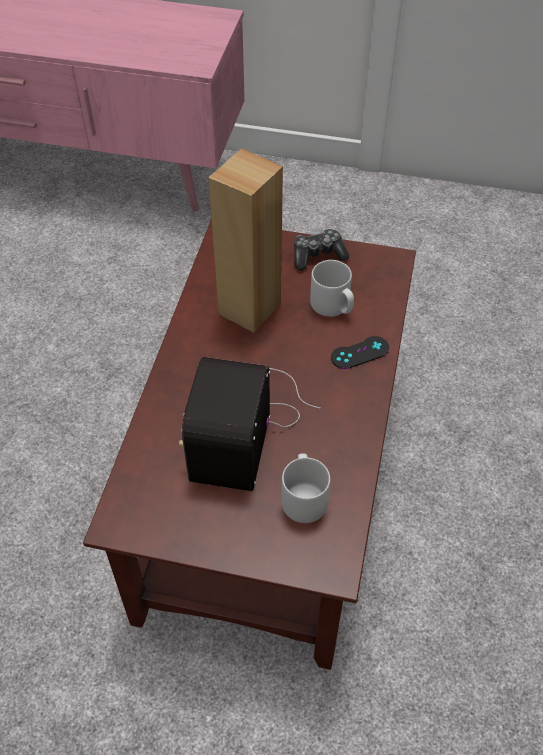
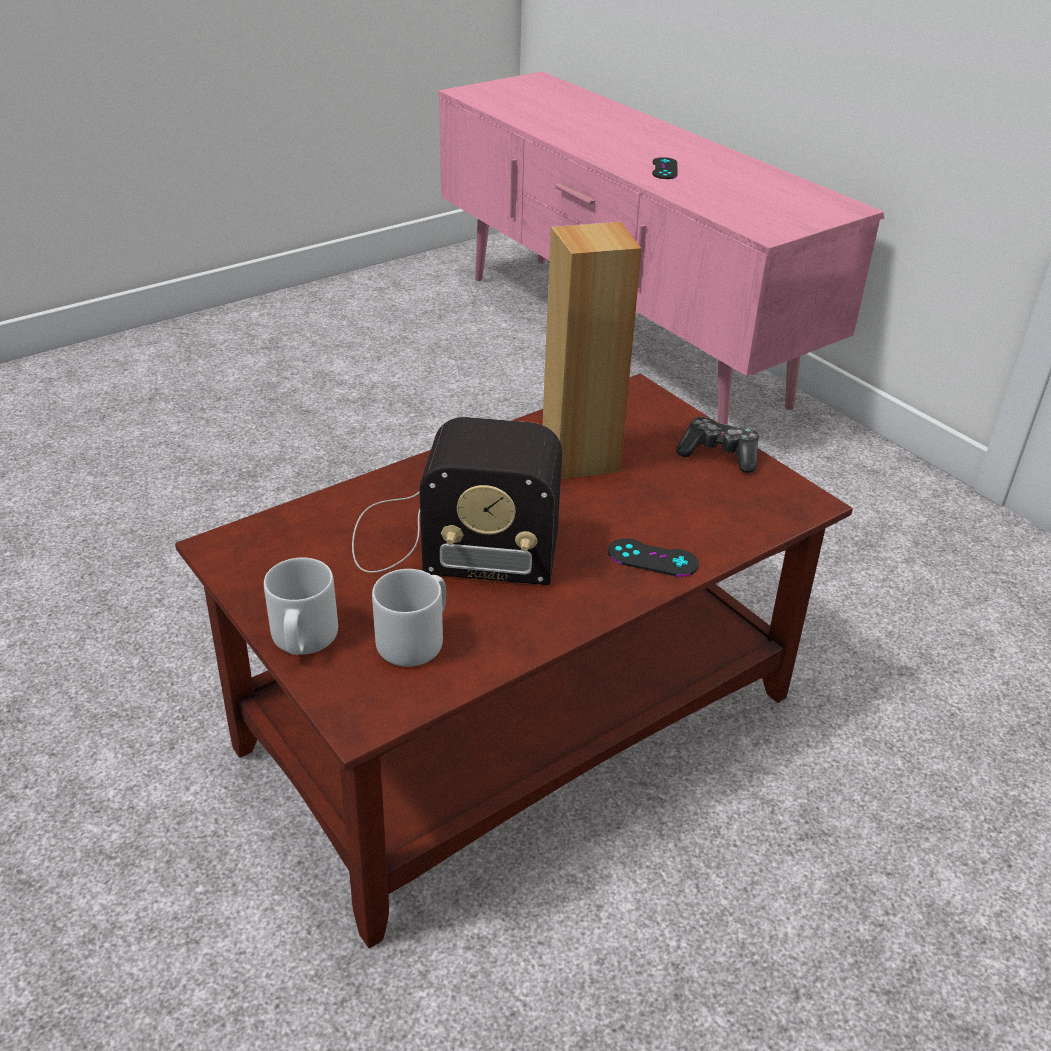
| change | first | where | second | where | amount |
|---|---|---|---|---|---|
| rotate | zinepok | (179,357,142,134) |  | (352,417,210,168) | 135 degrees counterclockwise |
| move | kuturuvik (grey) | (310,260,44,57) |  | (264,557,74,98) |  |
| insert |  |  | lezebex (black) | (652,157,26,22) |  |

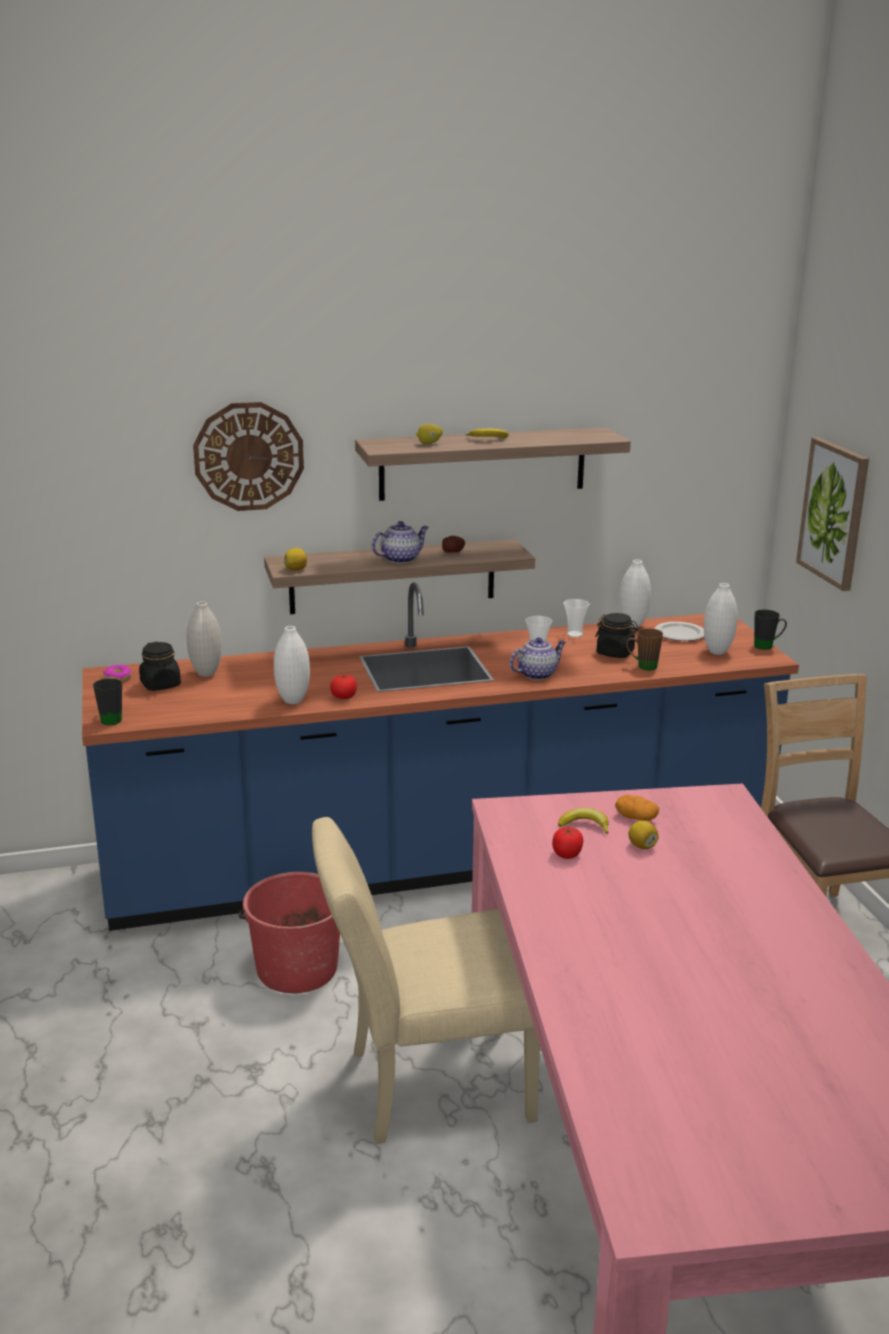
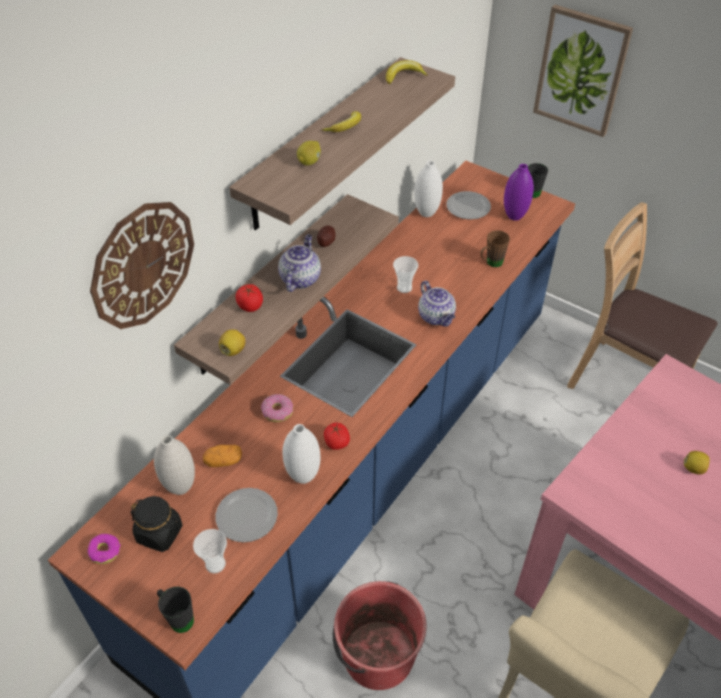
| change | first | where | second | where | amount |
|---|---|---|---|---|---|
| rotate | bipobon | (510,637,56,43) |  | (418,281,38,46) | 135 degrees clockwise |
| move | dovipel | (552,827,31,32) |  | (236,284,27,28) |  |
| move | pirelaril | (558,808,51,27) |  | (386,60,42,24) |  |
| move | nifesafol | (564,599,25,38) |  | (193,529,34,45) |  |
| delete | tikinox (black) | (595,613,44,45) |  |  |  |
| move | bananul | (615,795,44,26) |  | (203,445,39,22) |  |
| recolor | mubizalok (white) | (704,583,34,72) | mubizalok (purple) | (504,164,30,57) |  |
| insert |  |  | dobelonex | (215,488,63,54) |  |
| insert |  |  | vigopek | (261,394,32,28) |  |

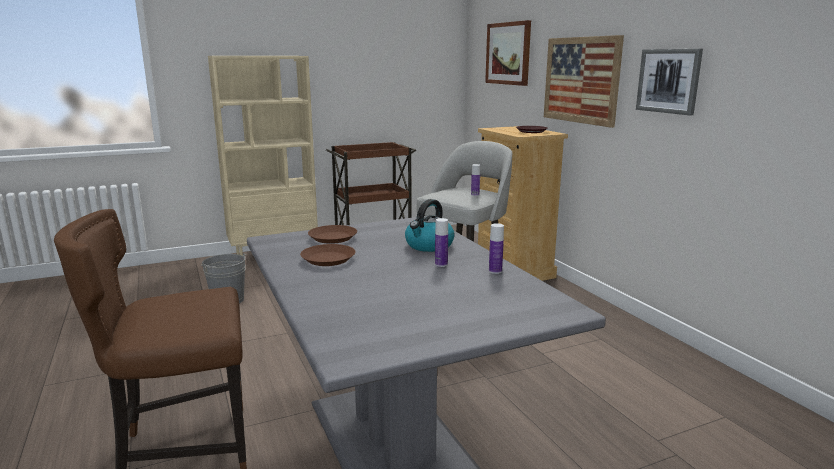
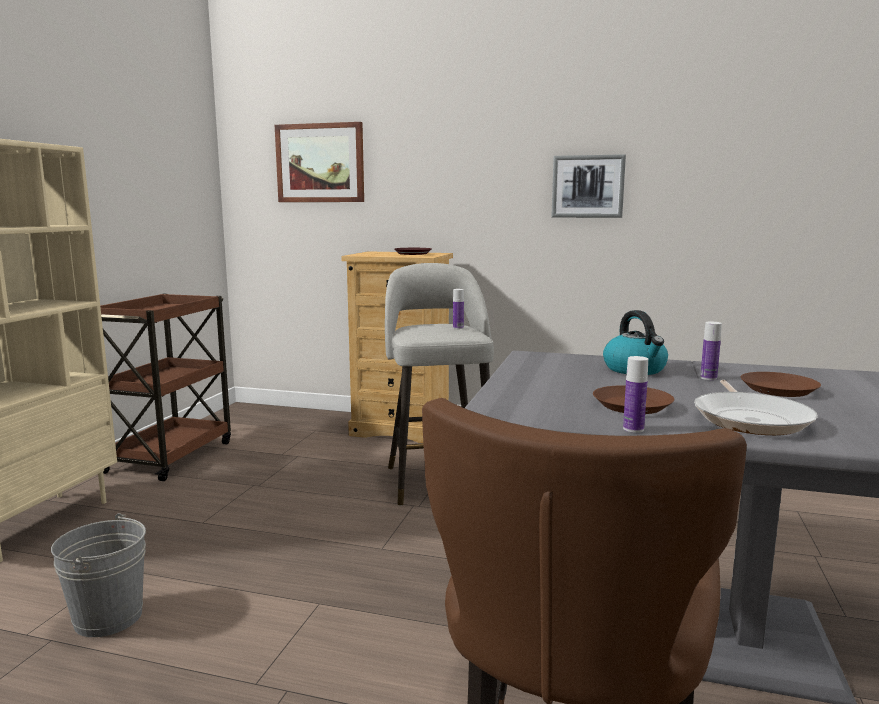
| change | first | where | second | where | amount |
|---|---|---|---|---|---|
| move | dobelonex (brown) | (308,225,49,19) |  | (741,372,80,25) |  |
| move | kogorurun | (489,223,15,51) |  | (623,356,25,77) |  |
| delete | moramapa | (544,35,80,93) |  |  |  |
| insert |  |  | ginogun | (694,380,124,55) |  |

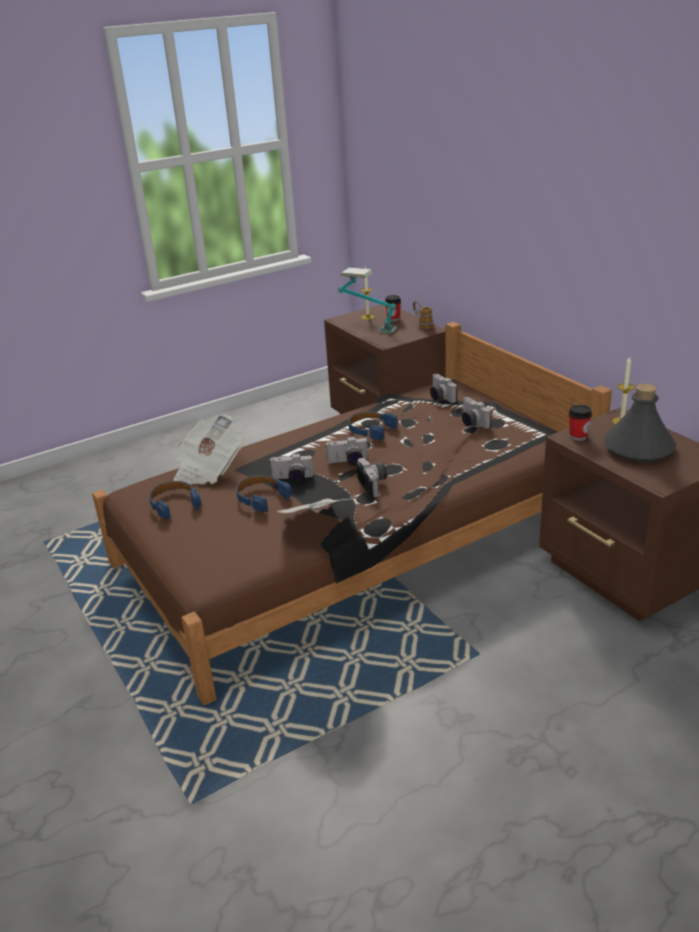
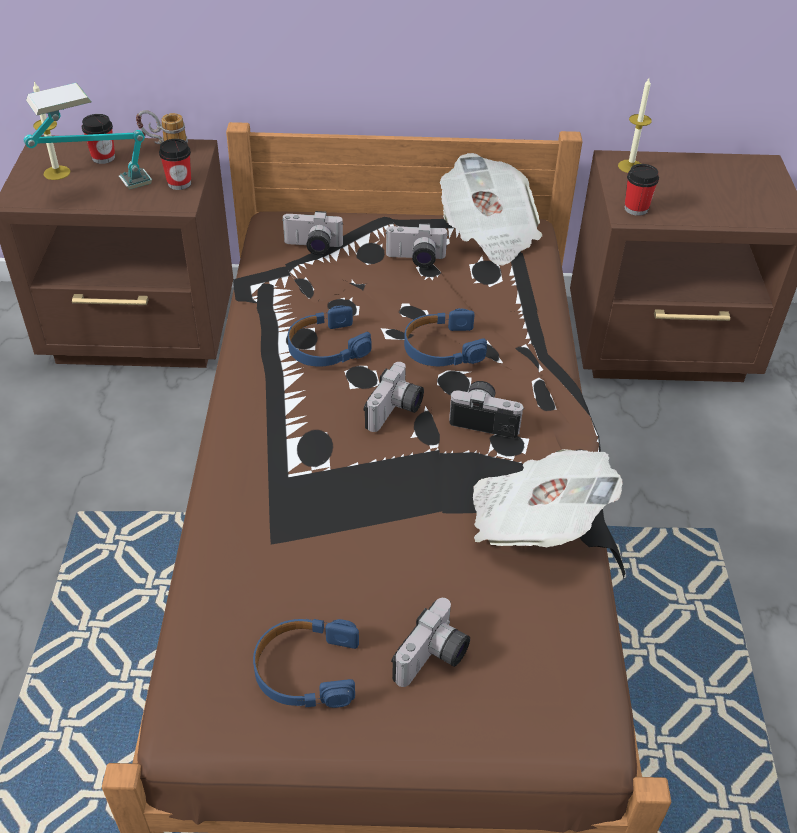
| change | first | where | second | where | amount |
|---|---|---|---|---|---|
| move | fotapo | (174,414,70,71) |  | (440,153,102,113) |  |
| move | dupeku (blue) | (236,475,56,37) |  | (404,308,83,58) |  |
| move | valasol | (269,453,45,30) |  | (391,598,79,89) |  |
| delete | kogorurun (grey) | (603,384,73,78) |  |  |  |
| insert |  |  | nifesafol | (159,139,32,51) |  |

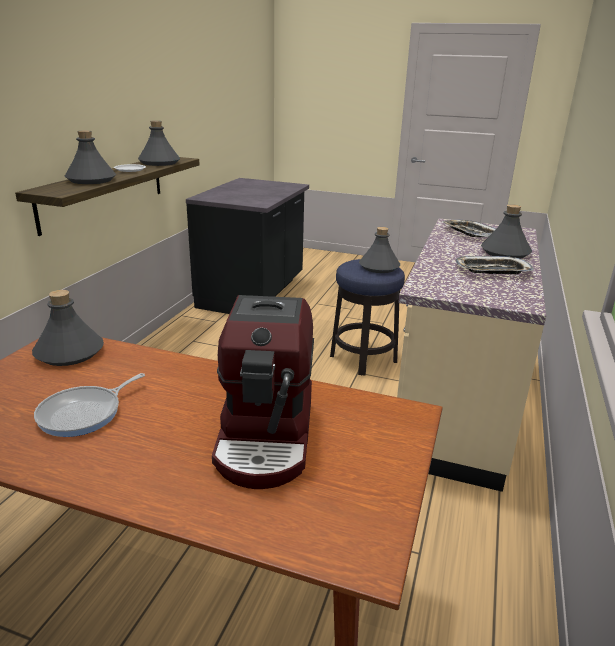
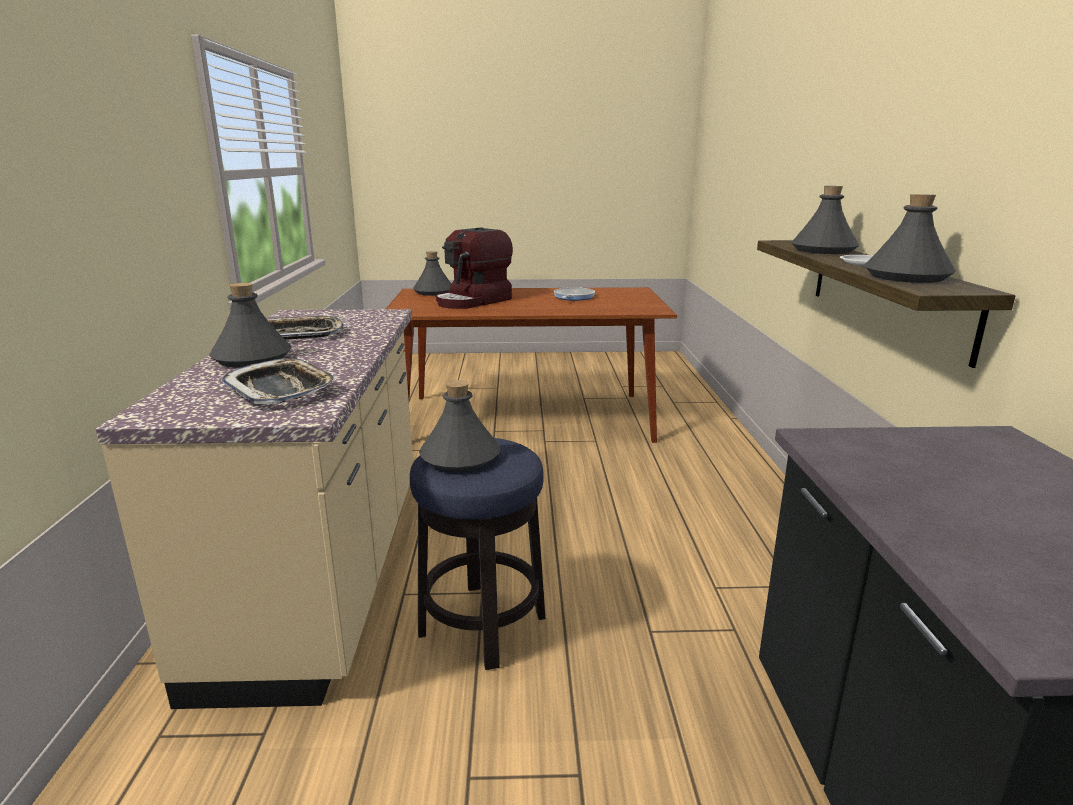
| change | first | where | second | where | amount |
|---|---|---|---|---|---|
| move | kogorurun (grey) | (32,290,72,76) |  | (413,251,38,45) |  |
| rotate | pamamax | (212,295,102,194) |  | (436,228,77,81) | 120 degrees counterclockwise |

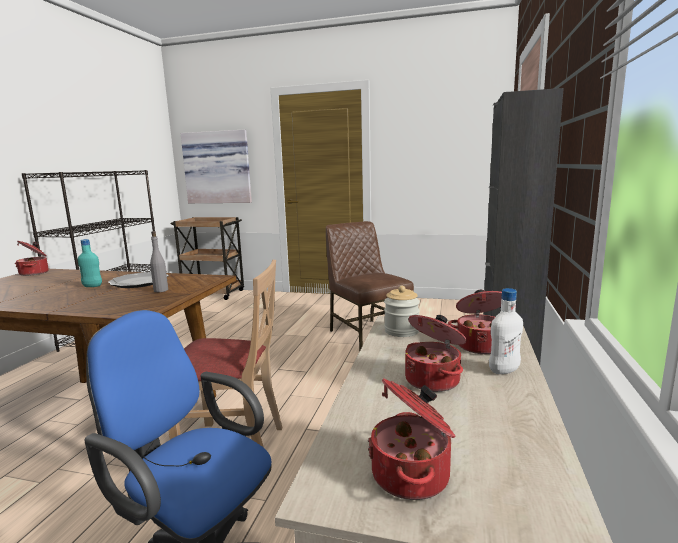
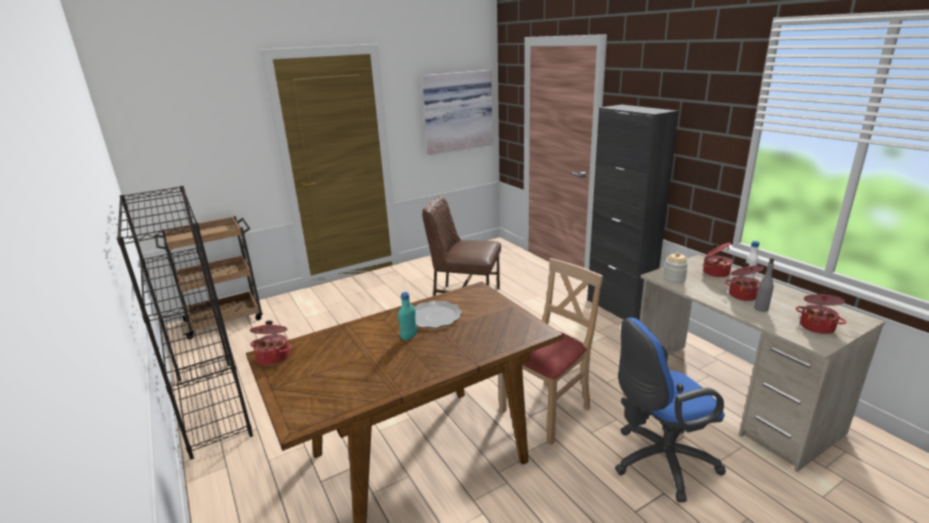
| change | first | where | second | where | amount |
|---|---|---|---|---|---|
| move | kogorurun (grey) | (150,231,18,61) |  | (754,258,20,54) |  |
| move | moramapa | (181,129,71,74) |  | (422,70,71,85) |  |

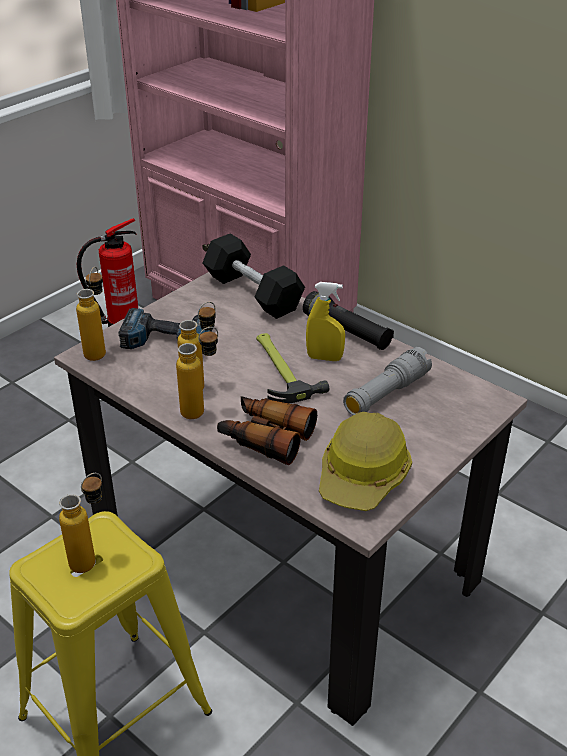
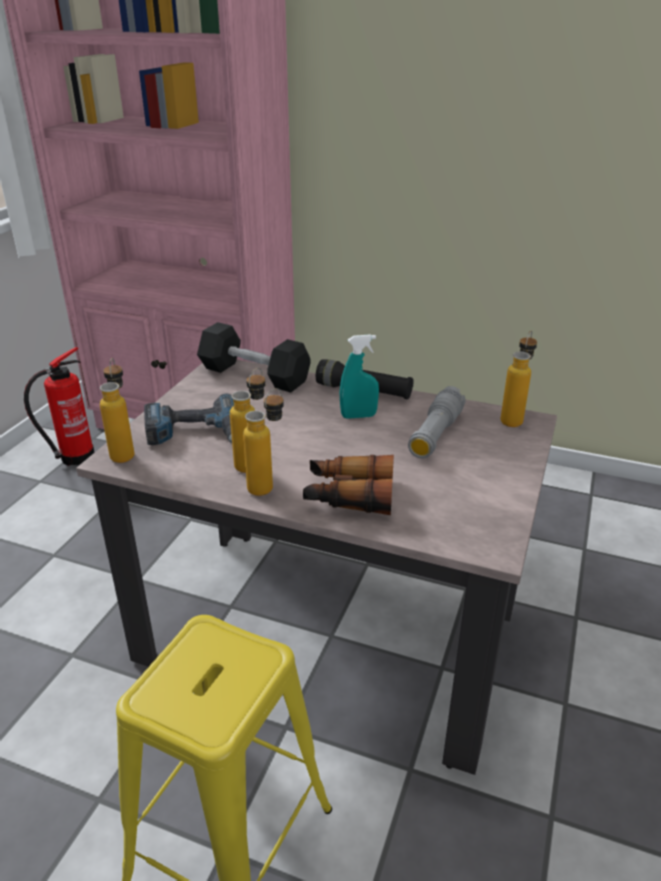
| change | first | where | second | where | amount |
|---|---|---|---|---|---|
| move | kogorurun | (59,473,43,100) |  | (500,331,37,96) |  |
| delete | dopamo | (256,333,73,70) |  |  |  |
| recolor | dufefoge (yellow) | (306,282,39,79) | dufefoge (turquoise) | (340,334,39,85) |  |
| delete | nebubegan | (319,412,93,99) |  |  |  |

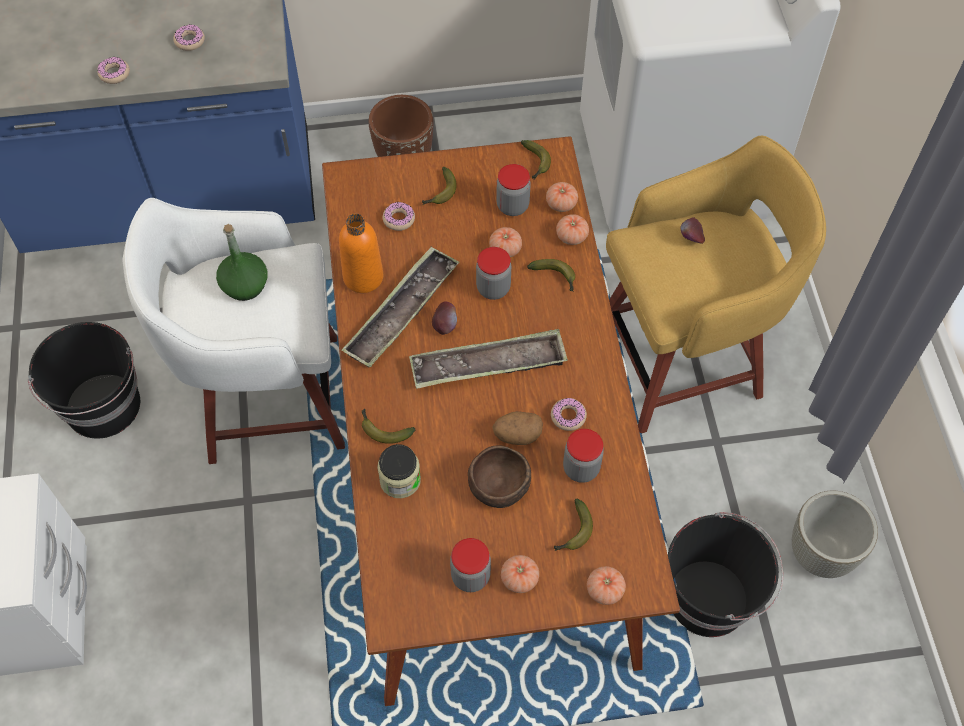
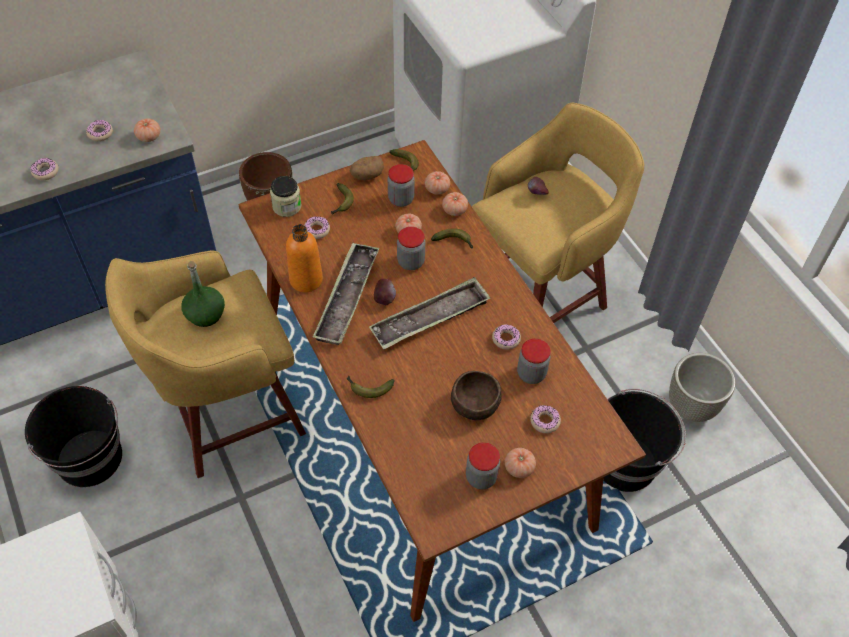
| change | first | where | second | where | amount |
|---|---|---|---|---|---|
| recolor | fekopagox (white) | (122,198,223,266) | fekopagox (yellow) | (105,250,201,228) |  |
| move | tikinox | (377,444,44,54) |  | (270,176,32,41) |  |
| move | bananul | (492,411,51,34) |  | (350,156,34,24) |  |
| replace | pirelaril | (554,499,39,52) | vigopek | (530,405,31,28) |  |
| move | dovipel | (587,566,39,39) |  | (134,118,27,24) |  |

